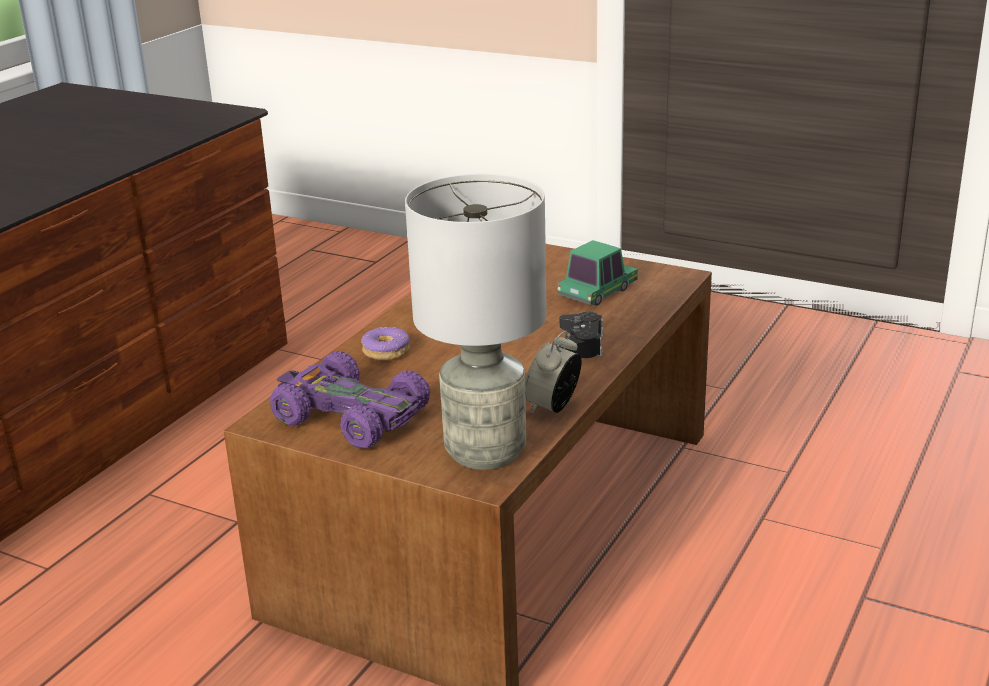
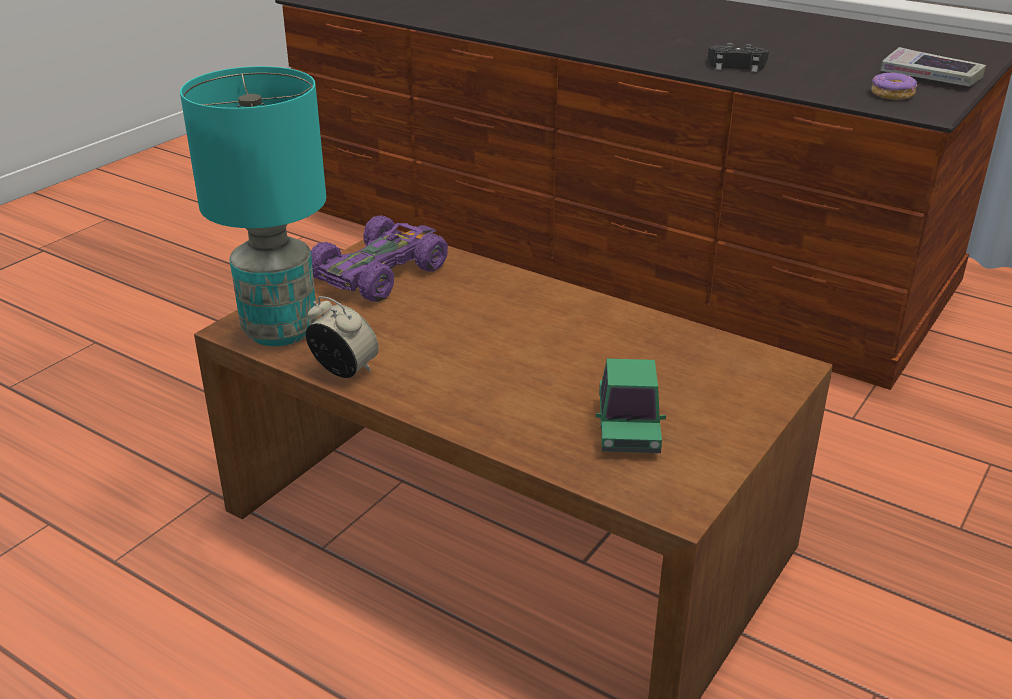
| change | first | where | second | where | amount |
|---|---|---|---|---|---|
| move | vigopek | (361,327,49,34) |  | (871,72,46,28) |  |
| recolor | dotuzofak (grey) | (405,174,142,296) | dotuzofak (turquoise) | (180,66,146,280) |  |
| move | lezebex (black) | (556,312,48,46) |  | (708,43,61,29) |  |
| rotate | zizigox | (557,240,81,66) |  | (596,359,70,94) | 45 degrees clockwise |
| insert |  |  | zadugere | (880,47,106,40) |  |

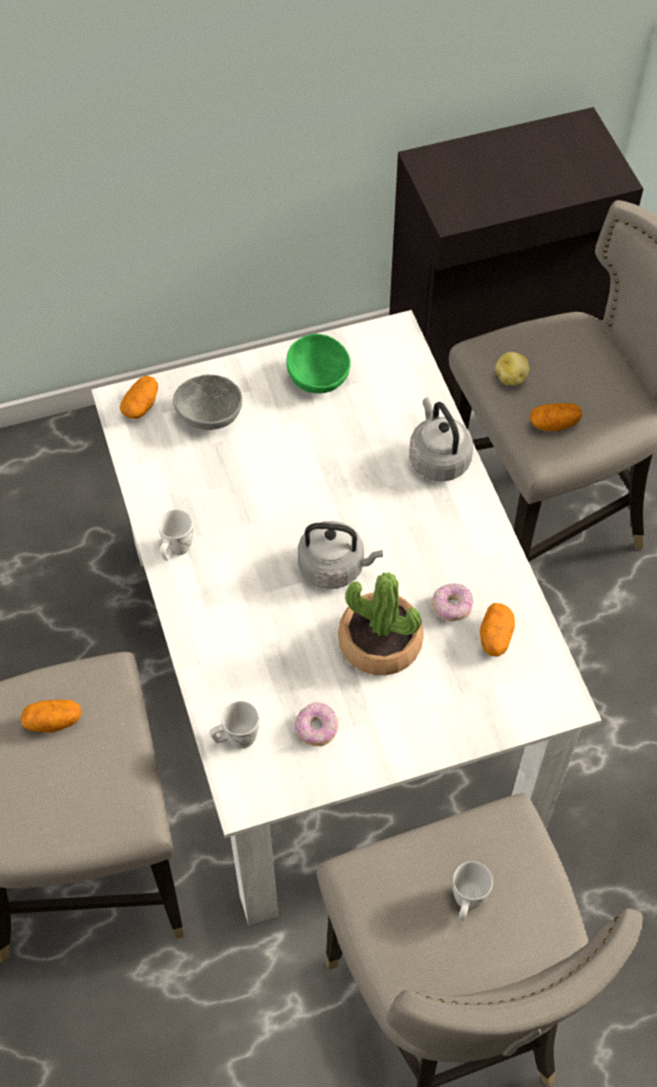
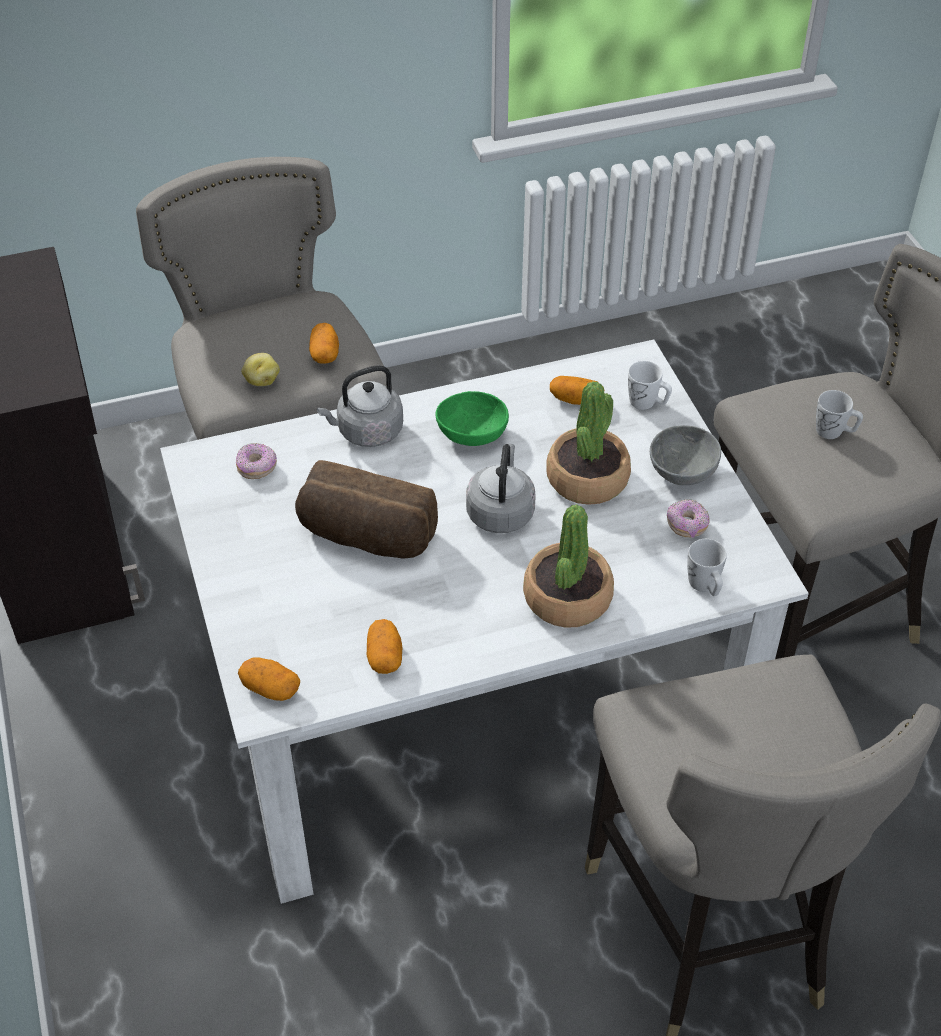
| change | first | where | second | where | amount |
|---|---|---|---|---|---|
| move | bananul | (21,700,60,33) |  | (367,619,36,55) |  |
| move | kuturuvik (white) | (158,509,35,52) |  | (628,361,44,49) |  |
| move | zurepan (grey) | (173,374,69,56) |  | (650,425,71,60) |  |
| move | zurepan (green) | (286,334,64,59) |  | (436,391,73,55) |  |
| move | vigopek | (432,583,42,38) |  | (236,443,41,36) |  |
| insert |  |  | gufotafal | (295,460,143,99) |  |
| insert |  |  | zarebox | (523,504,91,124) |  |

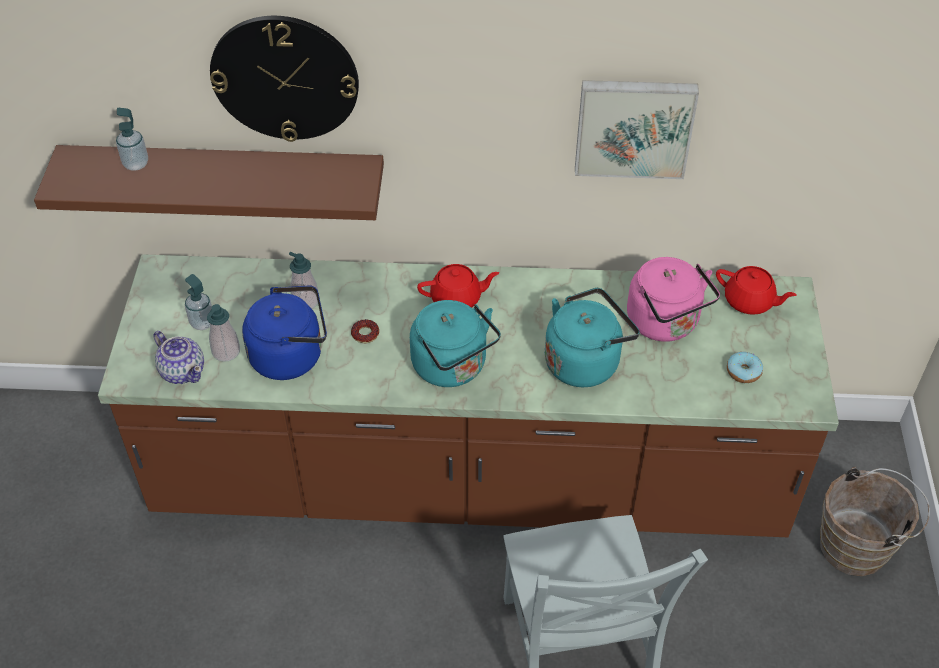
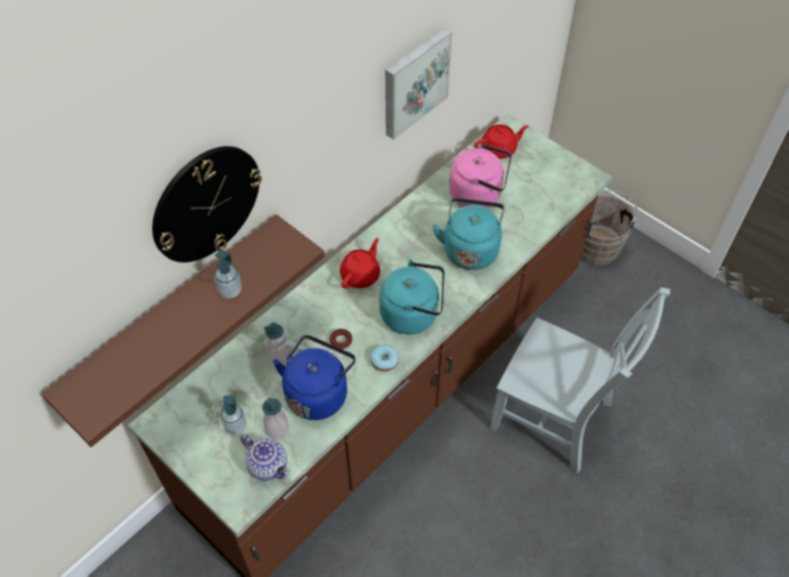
| change | first | where | second | where | amount |
|---|---|---|---|---|---|
| move | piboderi | (116,108,32,62) |  | (214,250,27,49) |  |
| rotate | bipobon | (153,331,51,53) |  | (240,435,50,46) | 45 degrees clockwise |
| move | vigopek | (727,352,36,31) |  | (370,345,29,26) |  |

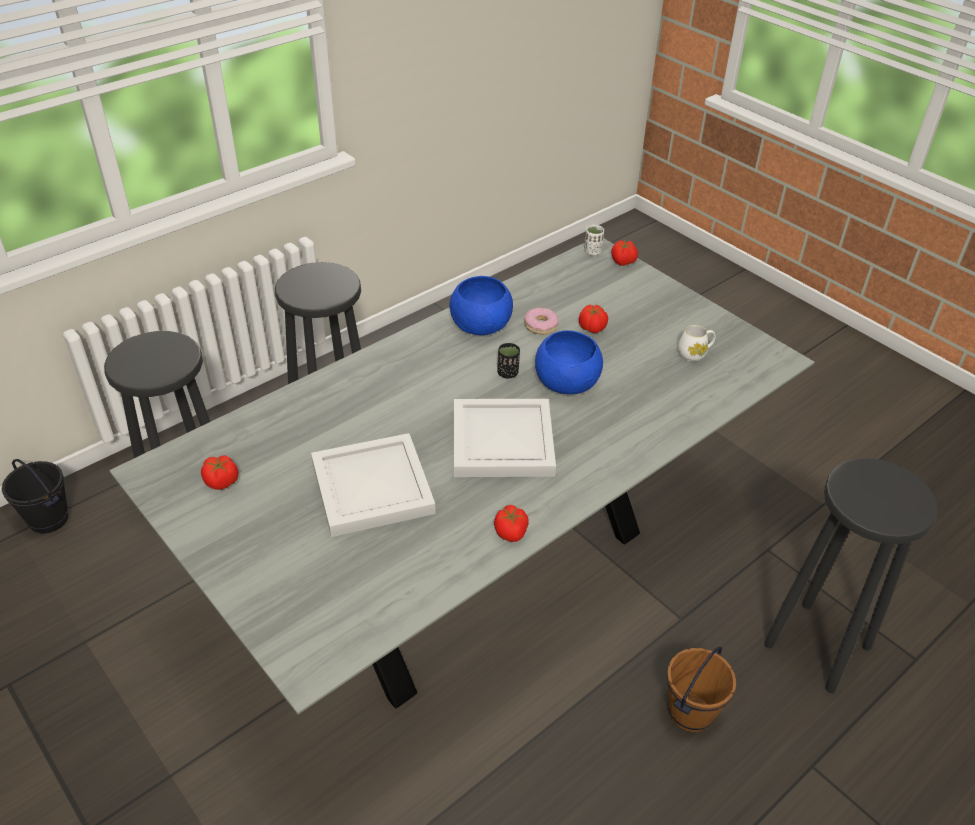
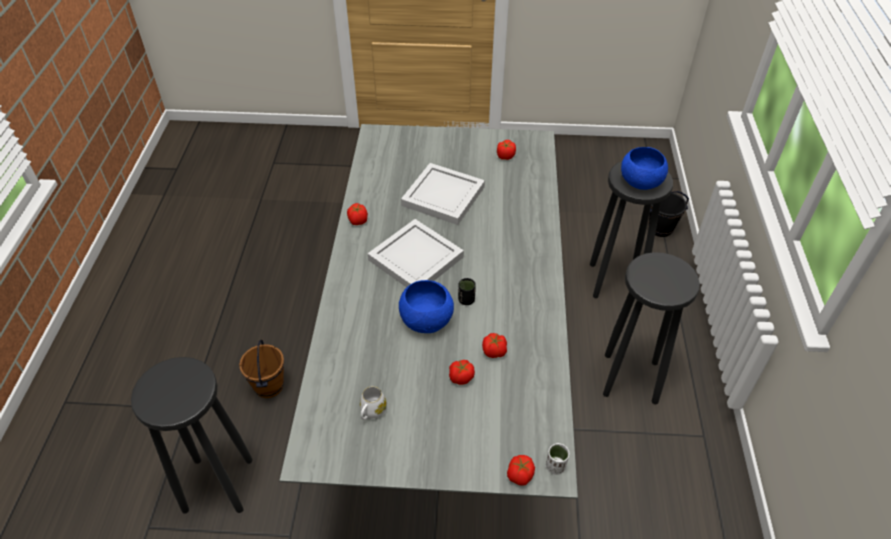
| change | first | where | second | where | amount |
|---|---|---|---|---|---|
| move | zurepan (blue) | (449,276,64,59) |  | (621,147,47,43) |  |
| replace | vigopek | (524,308,35,26) | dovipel | (482,333,25,25) |  |

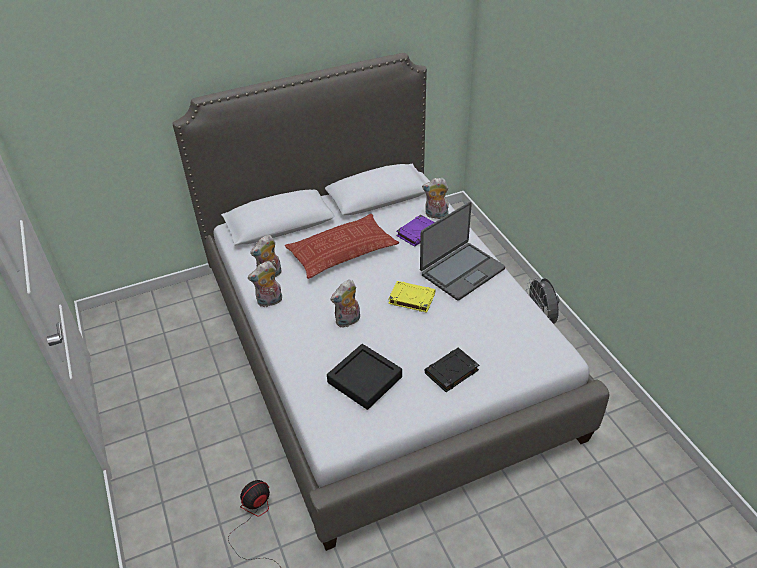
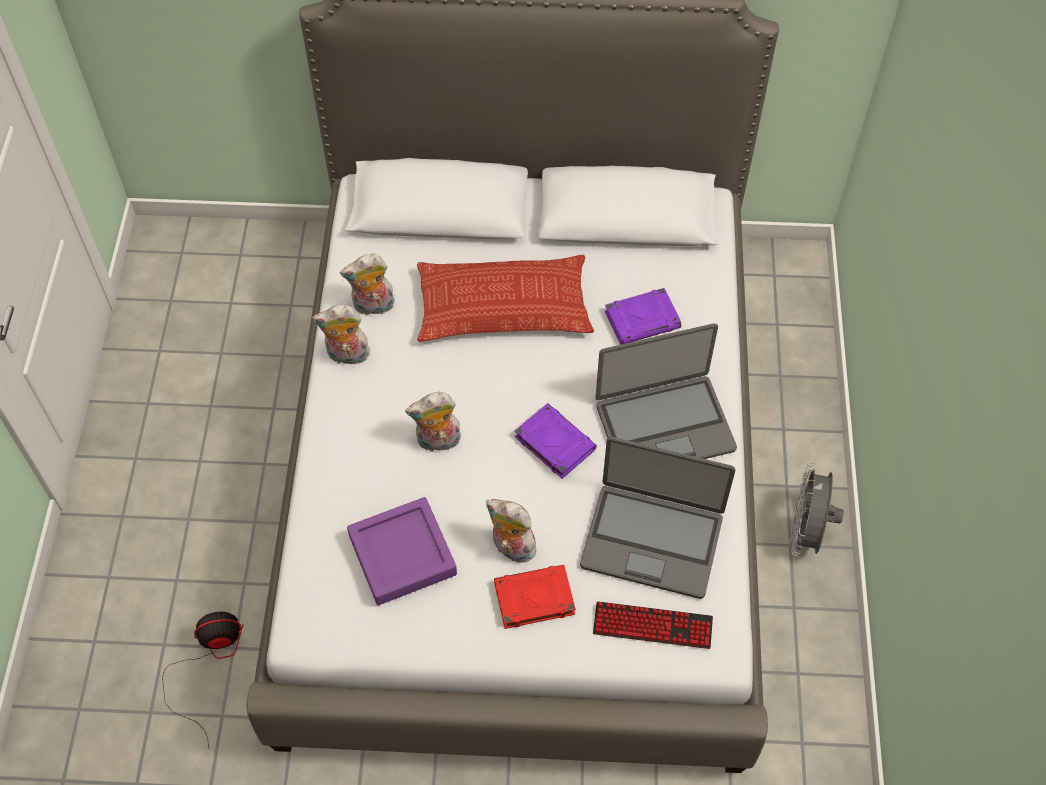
| change | first | where | second | where | amount |
|---|---|---|---|---|---|
| recolor | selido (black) | (327,344,75,66) | selido (purple) | (347,497,110,108) |  |
| recolor | zadugere (yellow) | (388,281,47,32) | zadugere (purple) | (515,403,82,76) |  |
| move | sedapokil | (422,178,27,41) |  | (486,499,50,65) |  |
| recolor | zadugere (black) | (424,348,55,44) | zadugere (red) | (494,565,82,64) |  |
| insert |  |  | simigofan | (580,437,155,162) |  |
| insert |  |  | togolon | (593,601,120,48) |  |

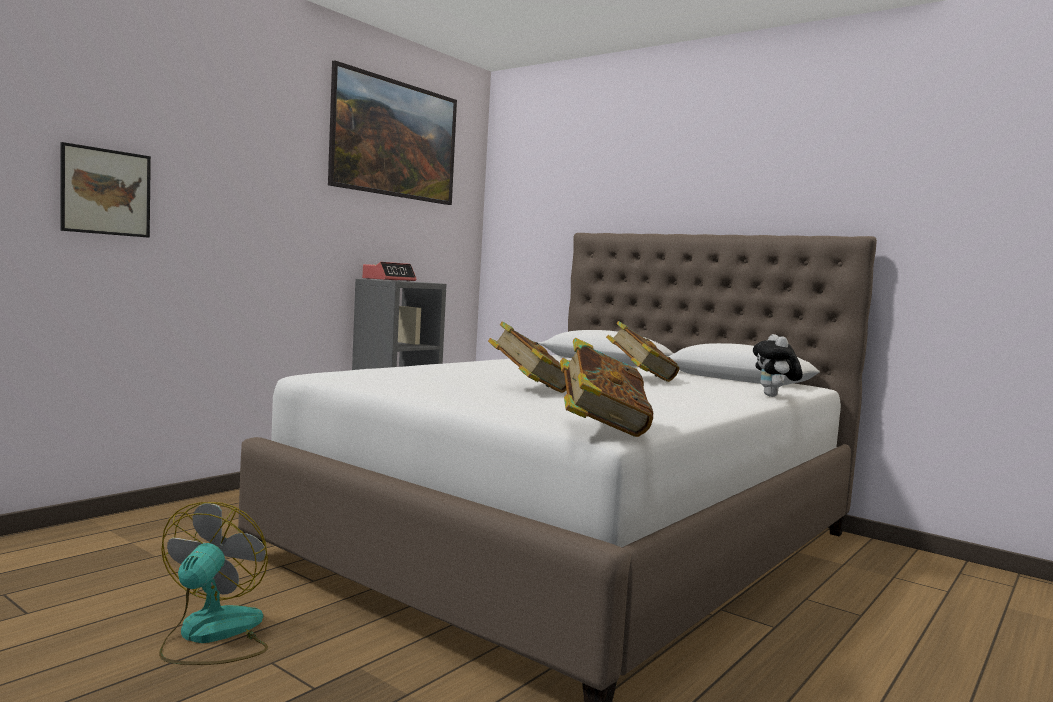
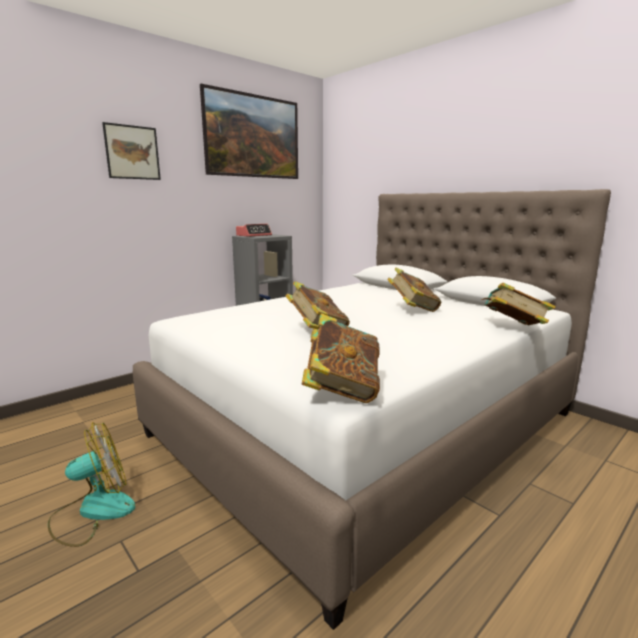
| change | first | where | second | where | amount |
|---|---|---|---|---|---|
| move | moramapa | (60,142,91,96) |  | (102,122,59,58) |  |
| rotate | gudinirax | (159,502,109,163) |  | (48,422,87,125) | 45 degrees clockwise |
| replace | sedapokil | (753,334,50,63) | zadugere | (482,283,74,42) |  |

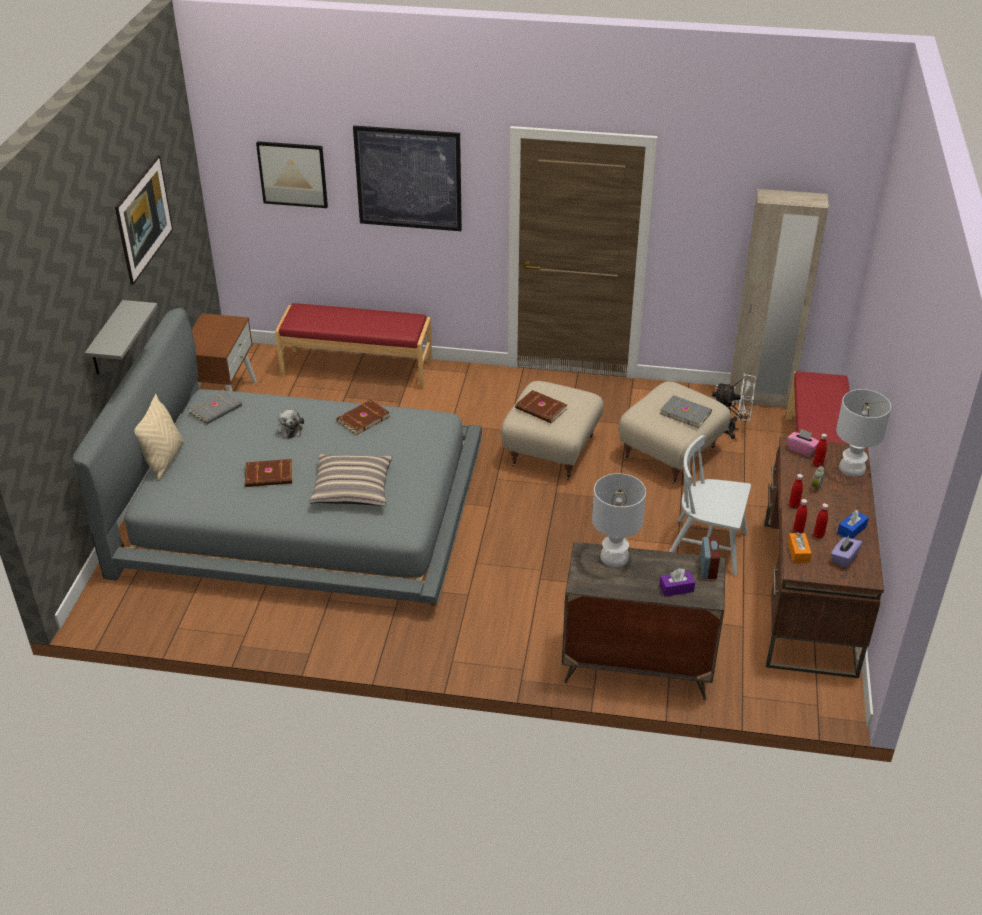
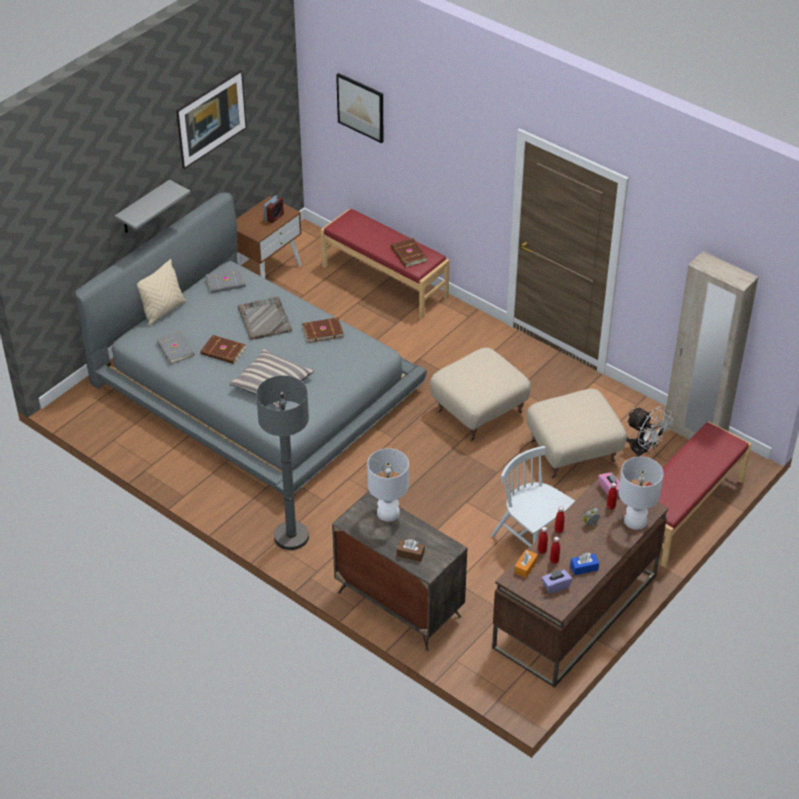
| change | first | where | second | where | amount |
|---|---|---|---|---|---|
| replace | sedapokil | (277,410,27,29) | selido (grey) | (238,297,54,43) |  |
| delete | moramapa | (353,126,109,105) |  |  |  |
| move | zadugere (brown) | (515,390,52,33) |  | (391,238,36,29) |  |
| recolor | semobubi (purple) | (659,568,36,29) | semobubi (brown) | (397,539,28,23) |  |
| move | zadugere (grey) | (660,395,52,33) |  | (156,331,39,33) |  |
| move | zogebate | (700,537,20,42) |  | (264,195,20,28) |  |
| insert |  |  | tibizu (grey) | (256,375,53,175) |  |

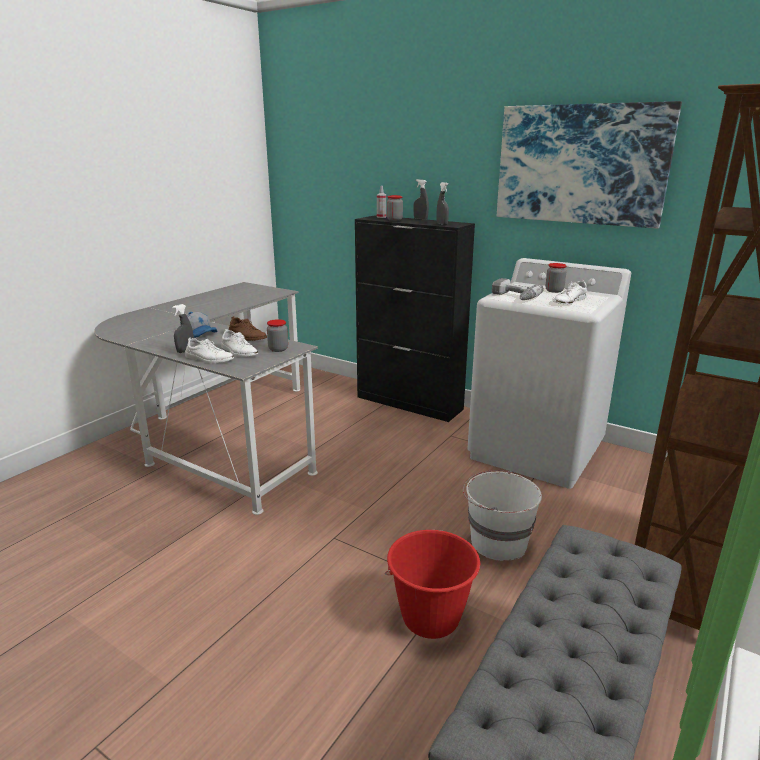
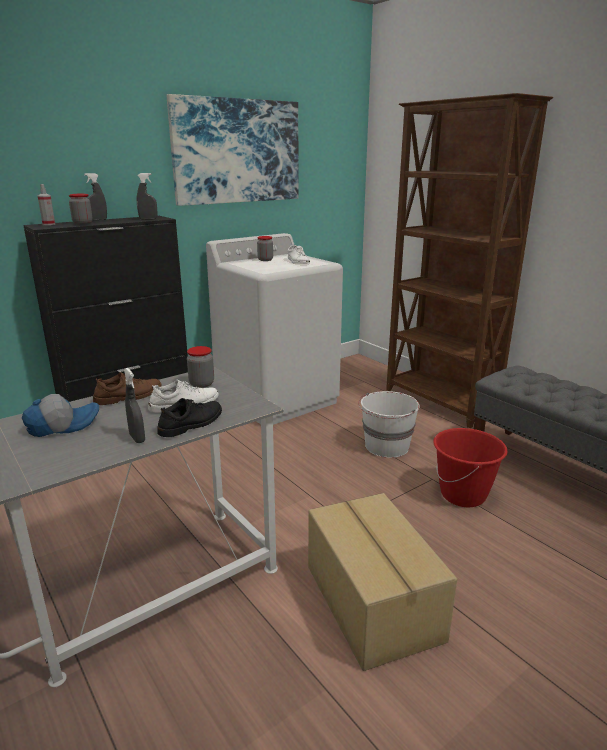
| change | first | where | second | where | amount |
|---|---|---|---|---|---|
| recolor | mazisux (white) | (185,337,49,26) | mazisux (black) | (157,398,65,39) |  |
| delete | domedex | (492,278,52,22) |  |  |  |
| insert |  |  | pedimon | (308,493,149,178) |  |

